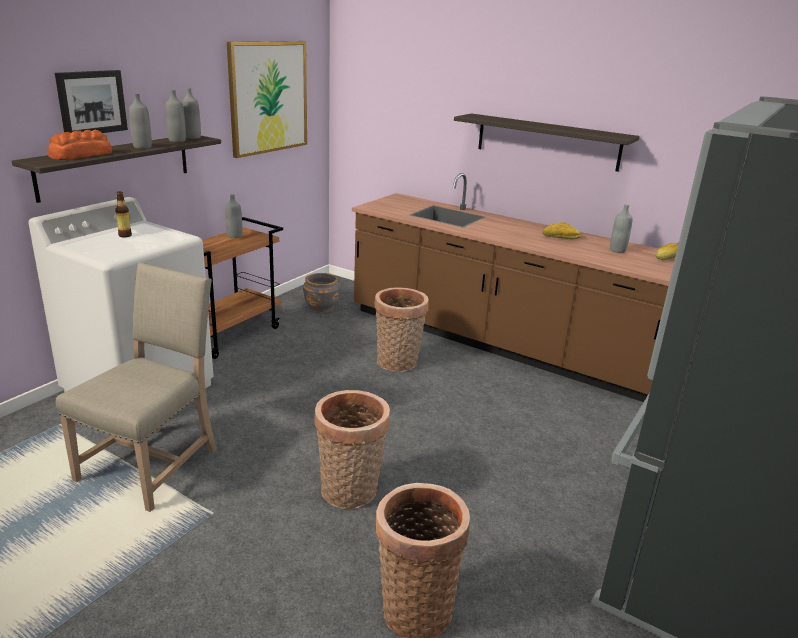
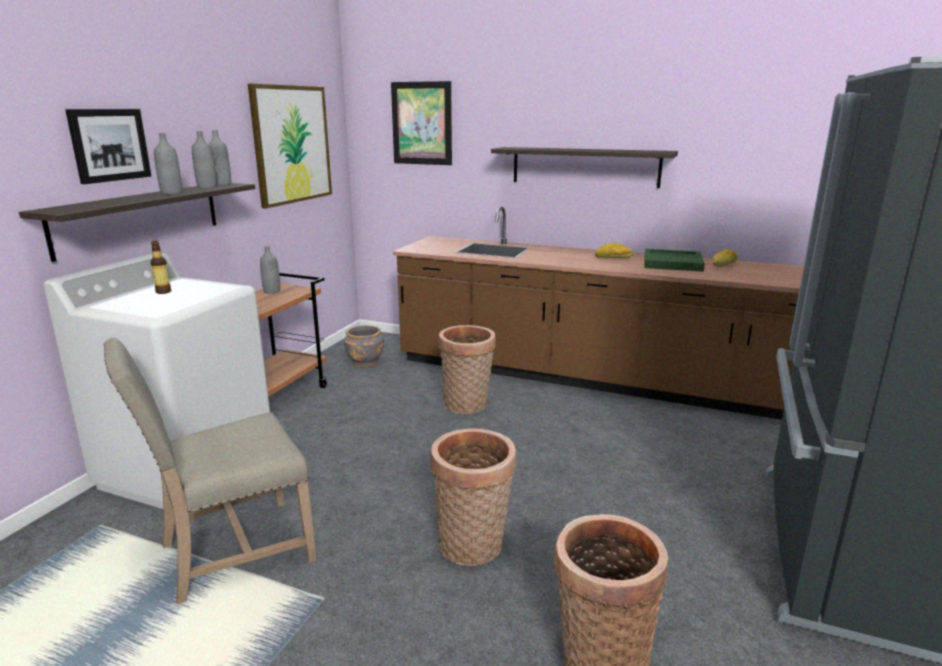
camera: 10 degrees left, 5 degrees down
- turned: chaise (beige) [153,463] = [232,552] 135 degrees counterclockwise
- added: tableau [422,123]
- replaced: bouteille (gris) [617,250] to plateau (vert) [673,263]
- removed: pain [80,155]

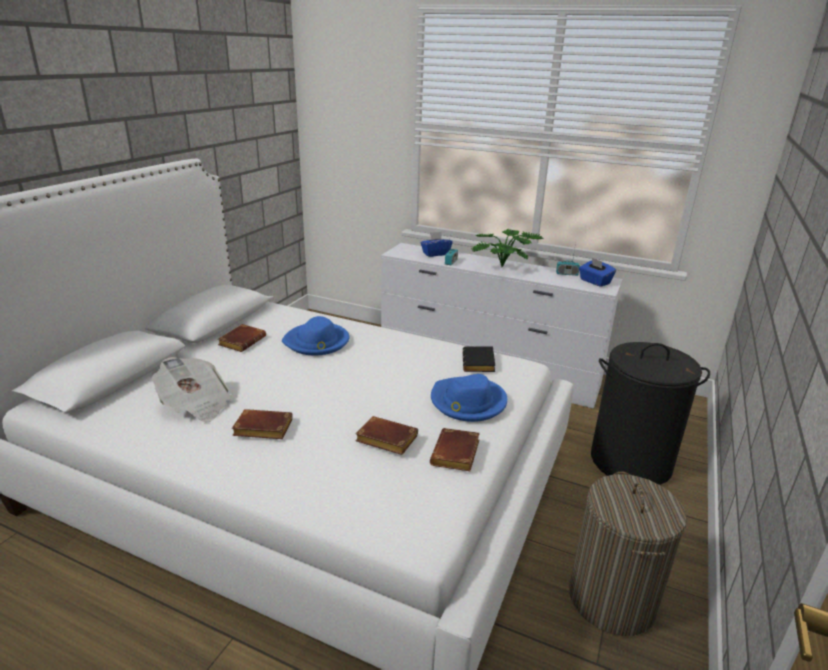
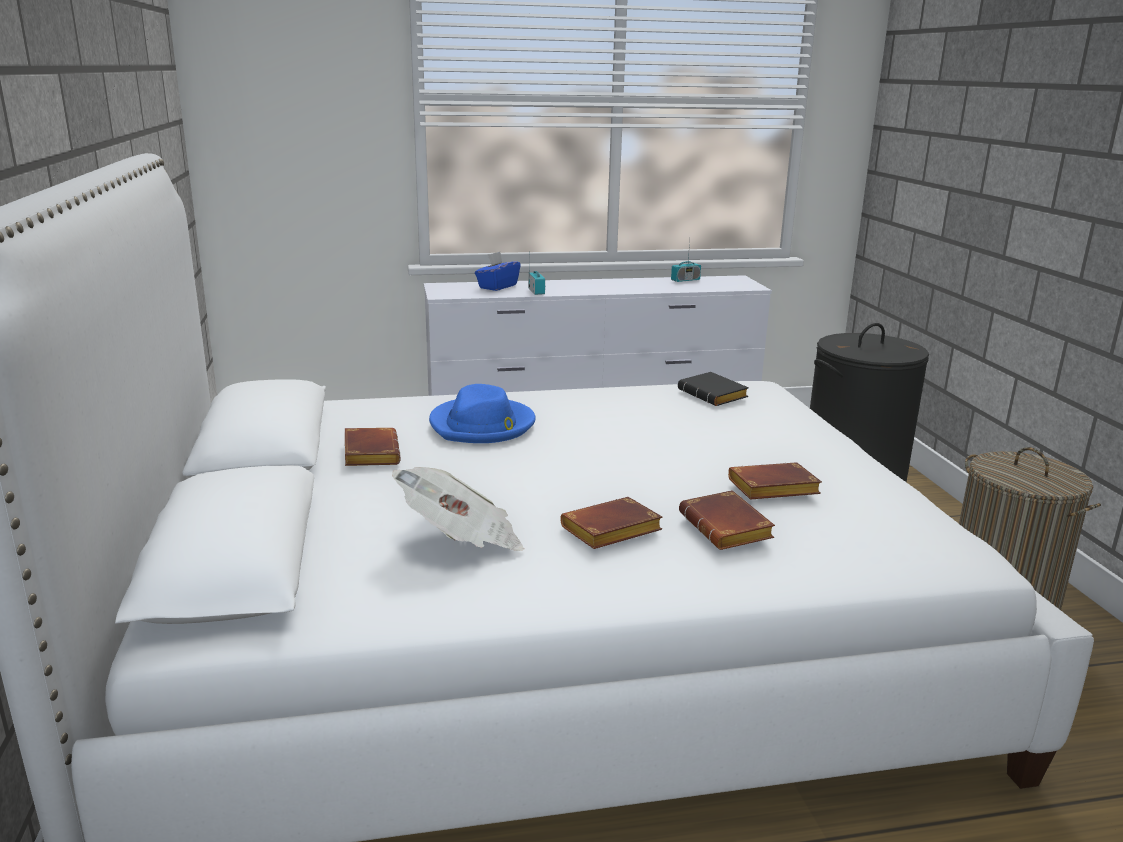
camera: 35 degrees left, 5 degrees down
- moved: livre (marron) [456,455] to [728,529]
- removed: chapeau (bleu) [467,402]
- removed: plante en pot [503,268]
- removed: boîte à mouchoirs (bleu) [594,282]

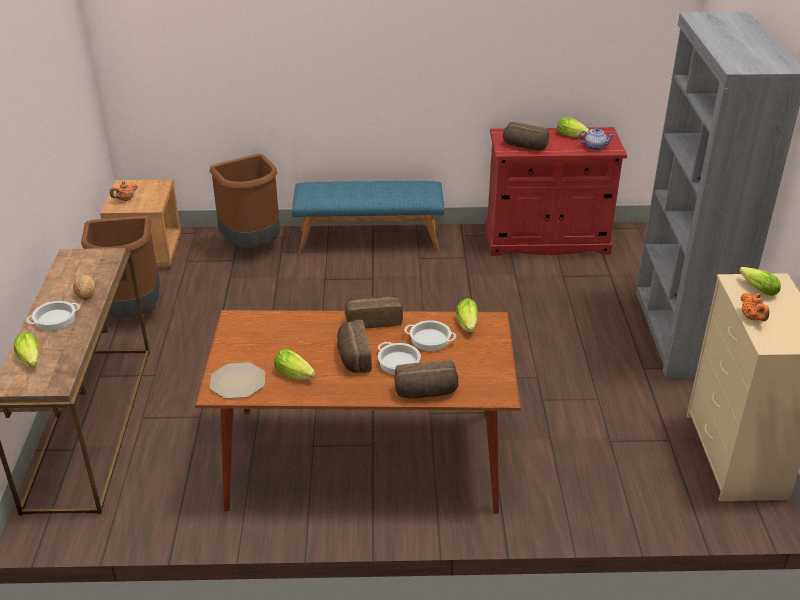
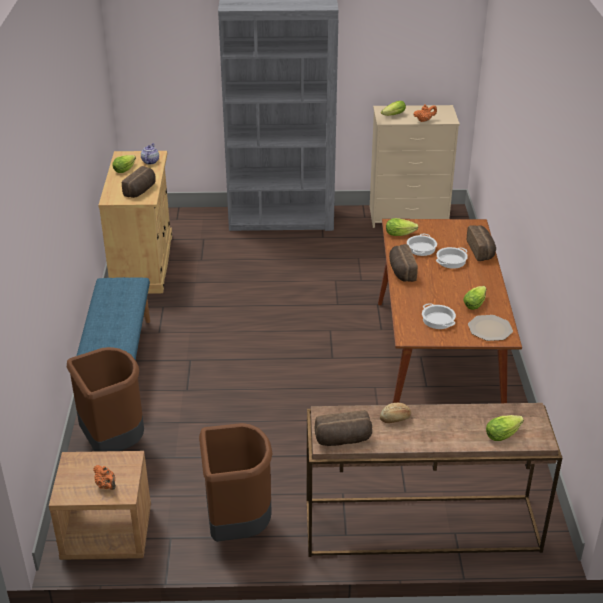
camera: 90 degrees left, 0 degrees up
- recoloured: meuble de rangement (rouge) [546,240] to meuble de rangement (beige) [143,263]
- moved: pain [353,357] to [343,440]
- moved: marmite [55,319] to [437,320]

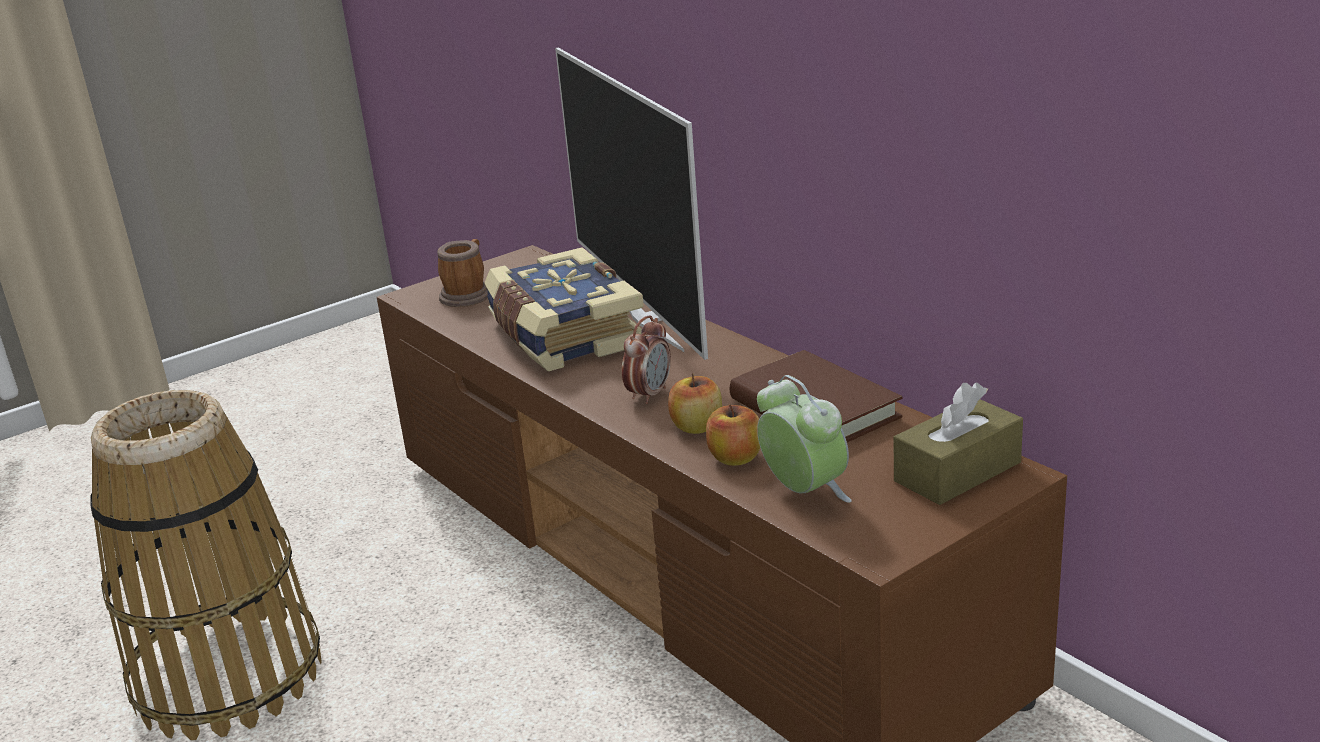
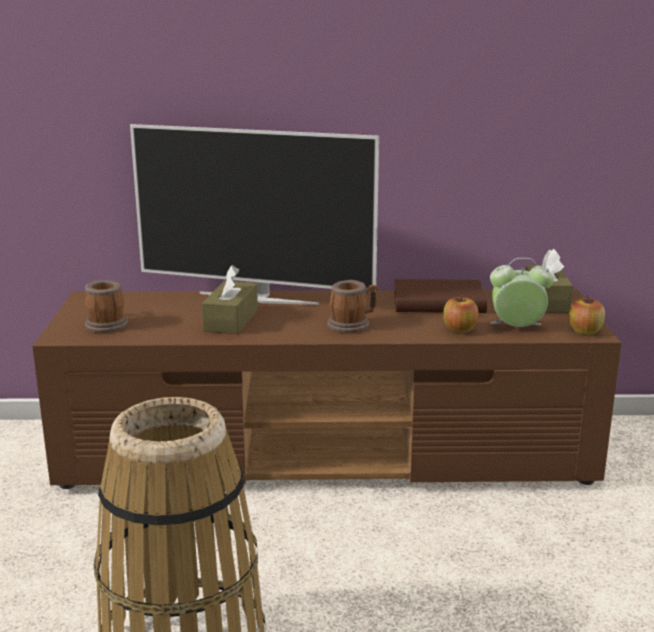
camera: 55 degrees left, 5 degrees down
- replaced: livre [562,336] to boîte à mouchoirs (marron) [231,320]
- replaced: réveil [649,394] to mug [352,324]
- moved: pomme [696,427] to [585,331]

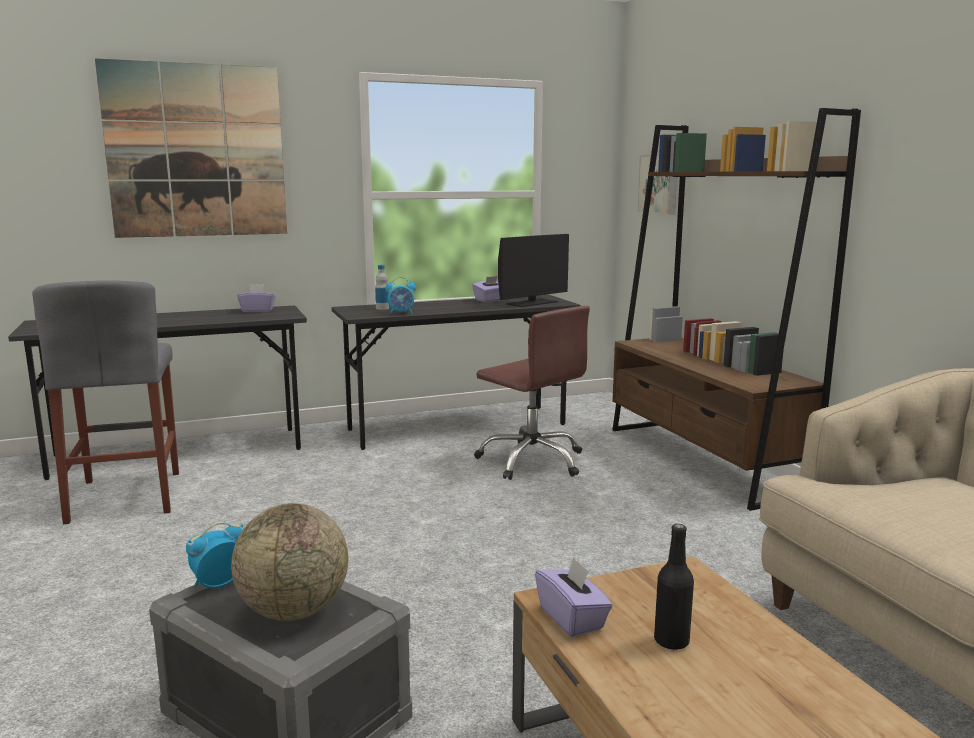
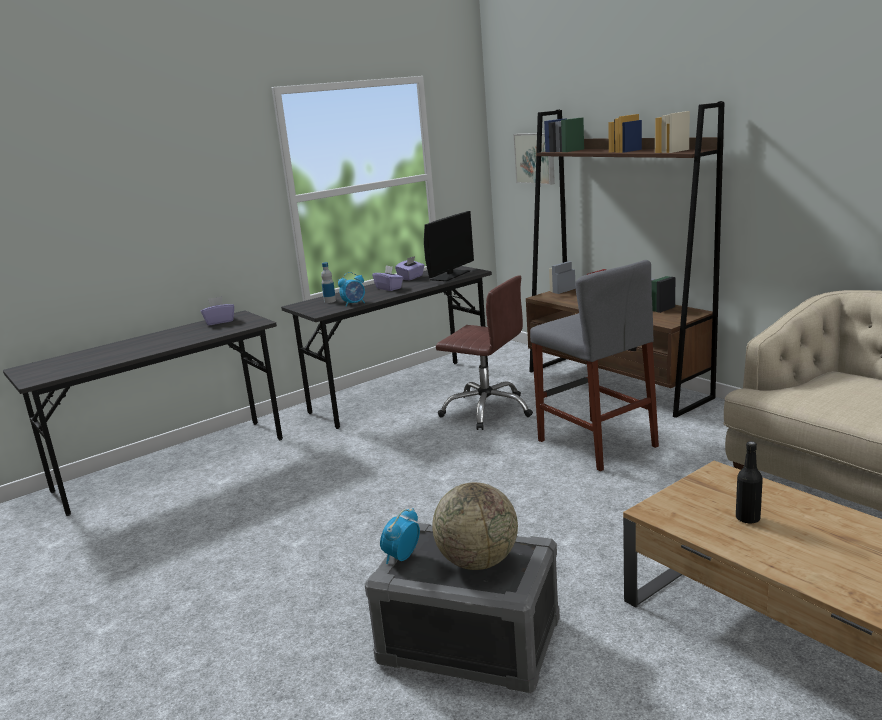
camera: 15 degrees left, 5 degrees up
- moved: boîte à mouchoirs (violet) [572,618] to [389,288]
- moved: tabouret (gris) [126,496] to [596,443]
- removed: tableau [197,151]

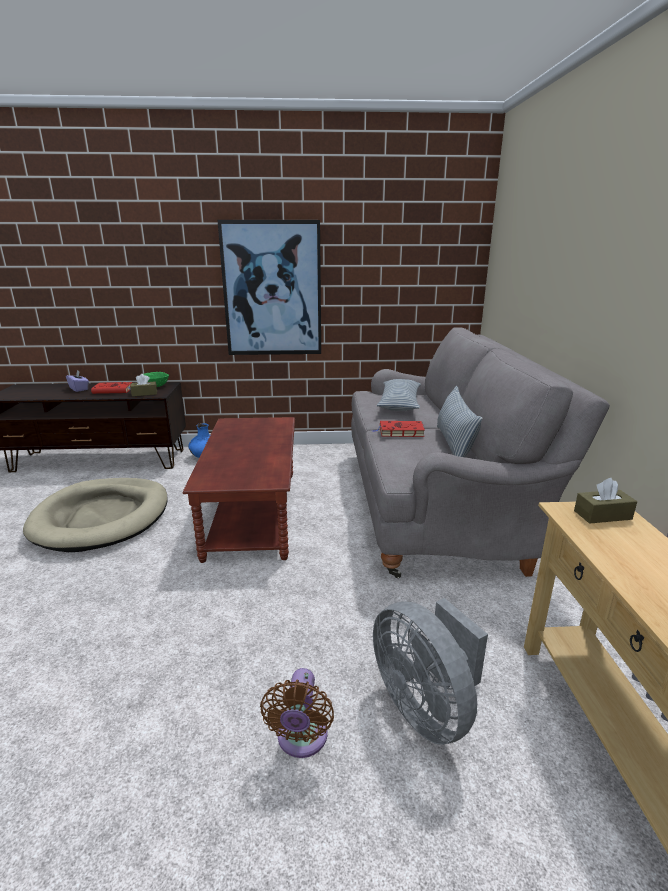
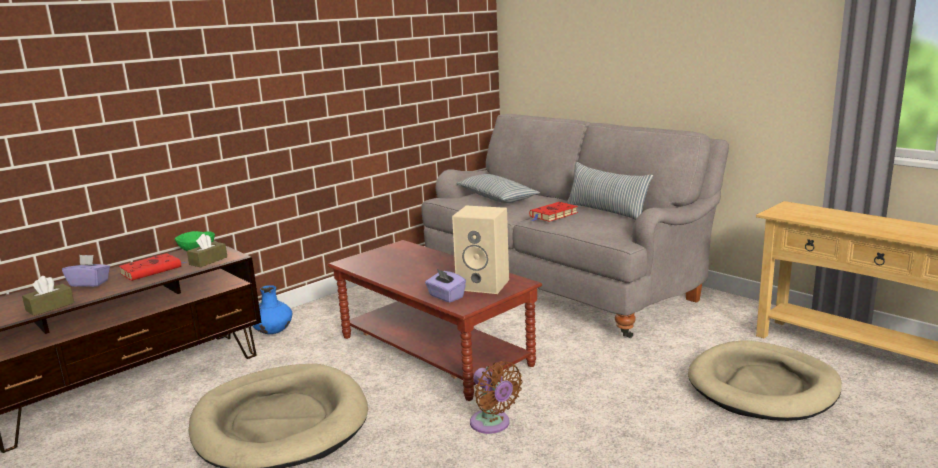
camera: 40 degrees left, 5 degrees down
- moved: boîte à mouchoirs (marron) [602,515] to [50,307]
- added: boîte à mouchoirs (violet) [446,297]
- added: enceinte (beige) [484,284]
- moved: ventilateur (marron) [301,739] to [492,424]
- replaced: ventilateur (gris) [425,706] to panier pour chien (beige) [763,386]
- removed: tableau [272,290]

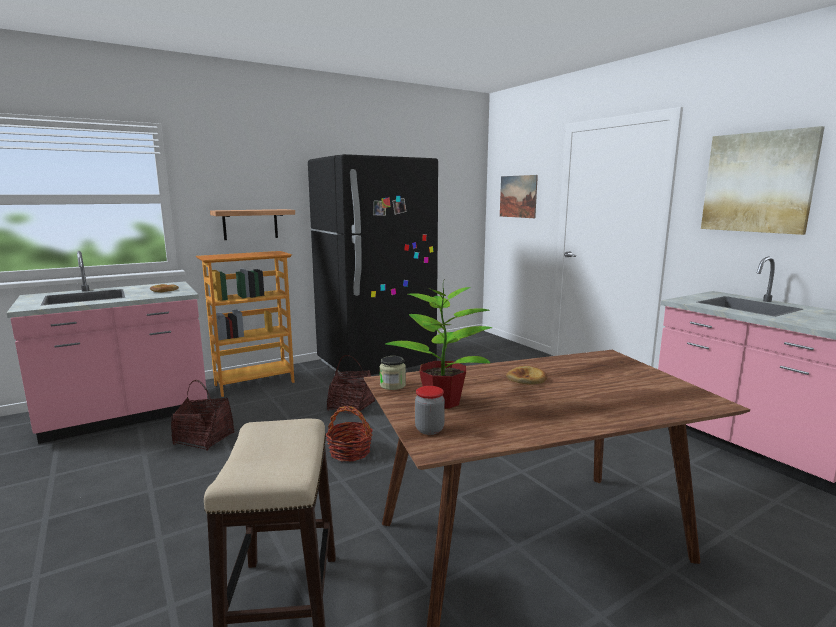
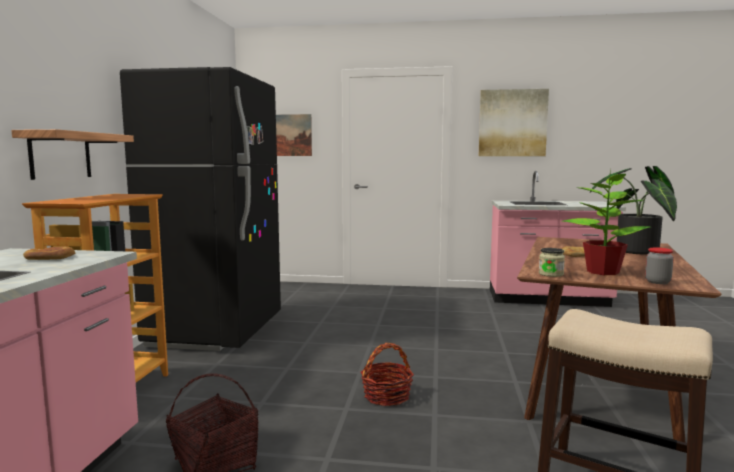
camera: 50 degrees left, 5 degrees down
- added: plante en pot [637,252]
- removed: panier [351,406]

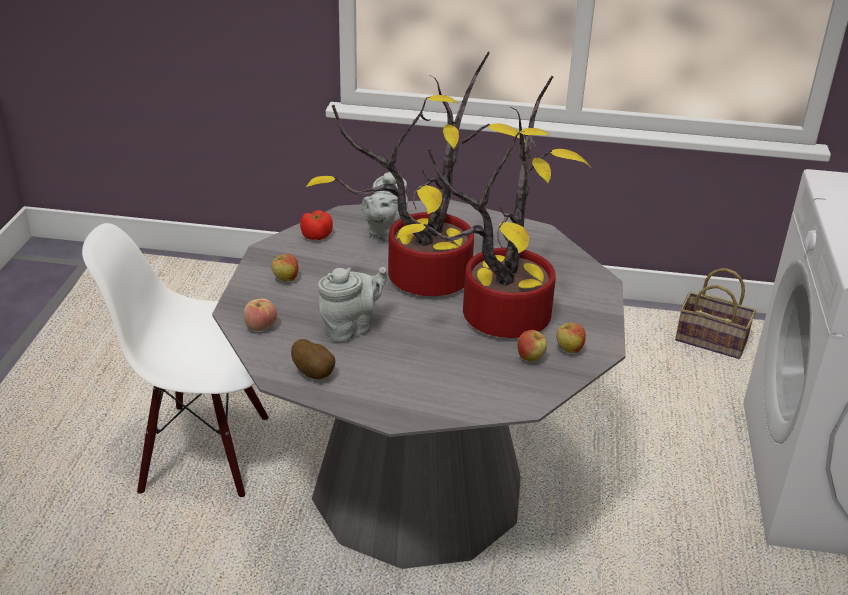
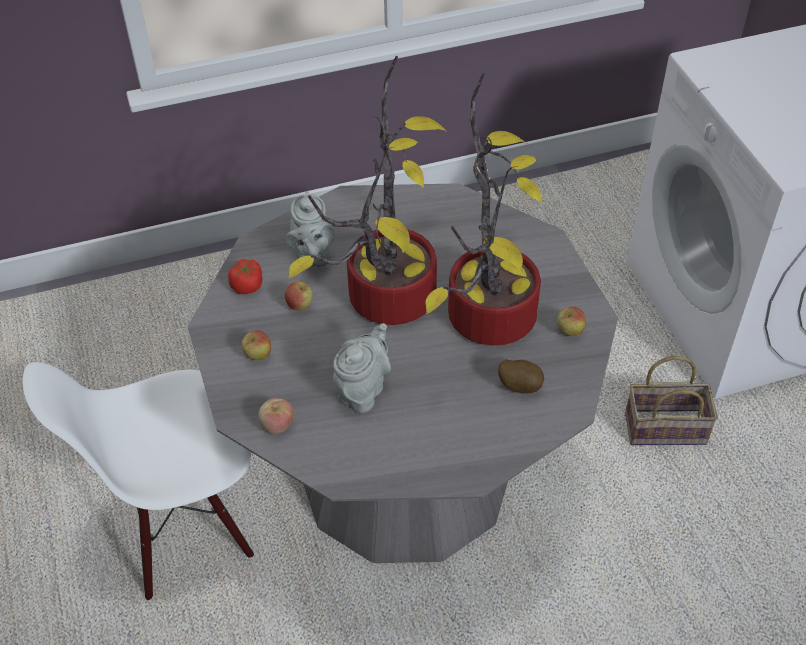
camera: 25 degrees left, 15 degrees up
- moved: pomme [530,358] to [300,306]
- moved: pomme de terre [315,373] to [520,386]
- moved: panier [713,341] to [667,427]

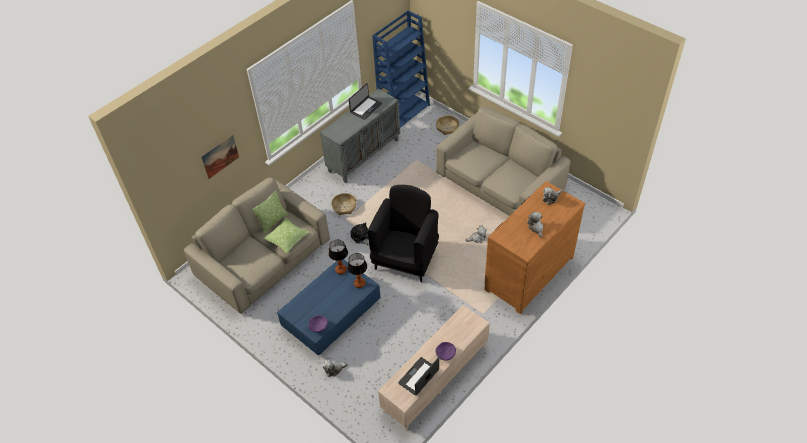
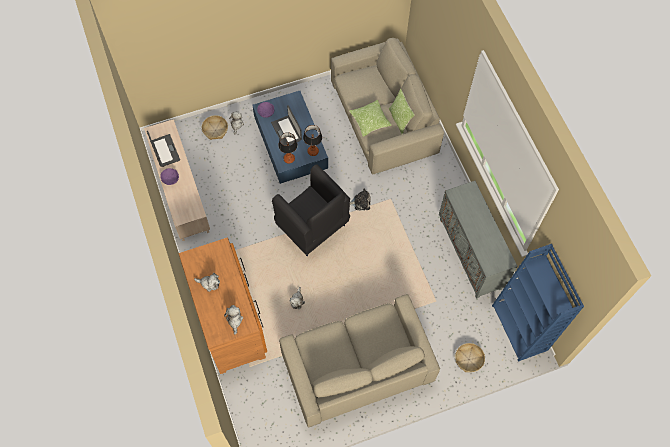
camera: 115 degrees right, 15 degrees up
- moved: panier [344,207] to [215,130]
- moved: ordinateur portable [365,108] to [286,131]
- removed: tableau [220,156]

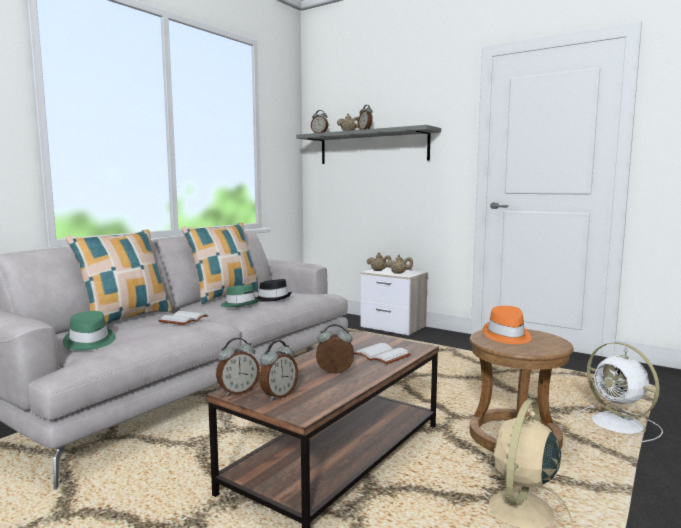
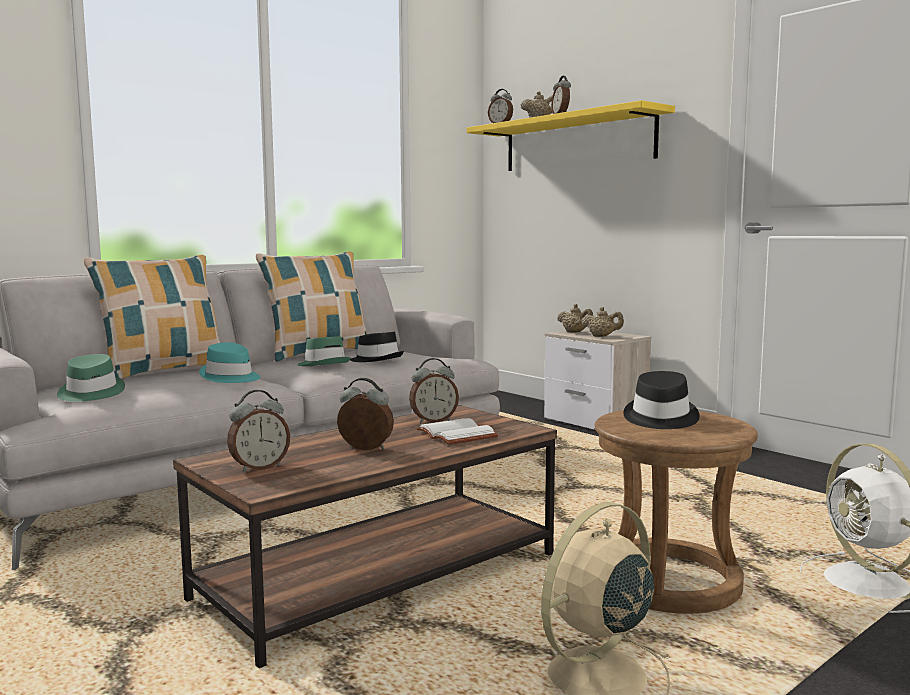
camera: 15 degrees right, 0 degrees up
- replaced: livre (blanc) [184,320] to chapeau (turquoise) [230,377]
- moved: réveil [238,392] to [433,421]
- recoloured: étagère (gris) [372,147] to étagère (jaune) [577,142]
- recoloured: chapeau (orange) [506,336] to chapeau (noir) [659,418]

